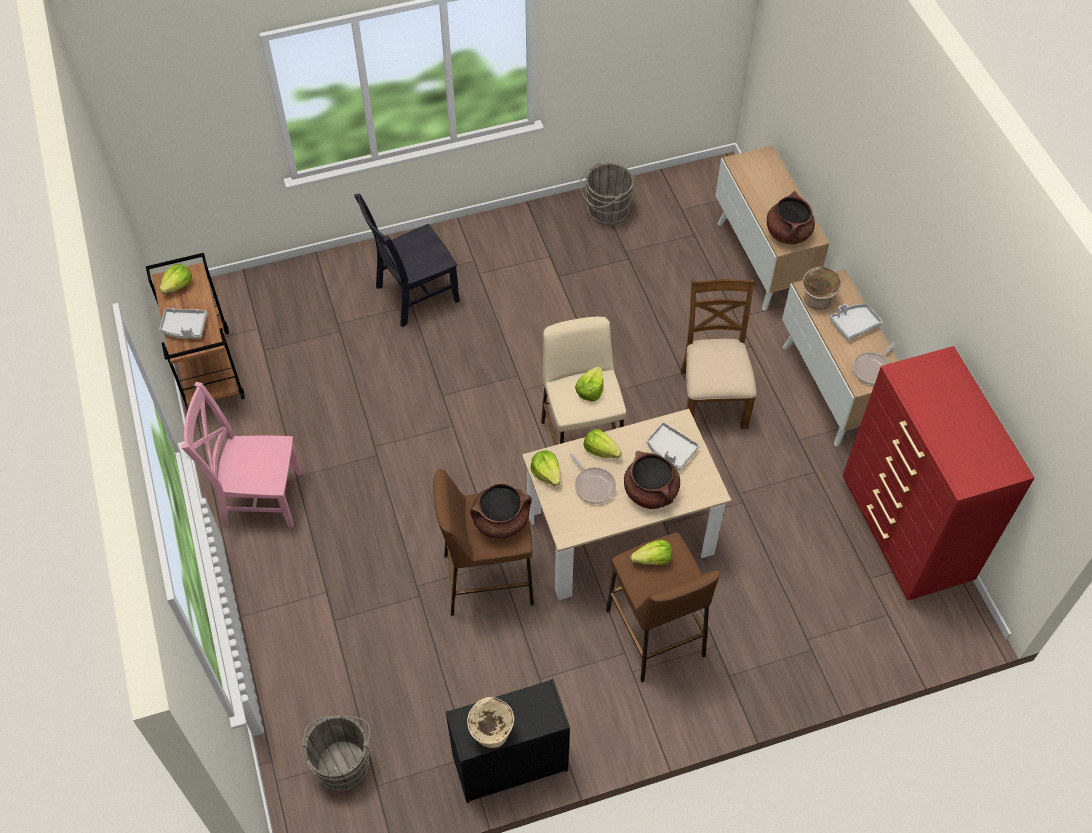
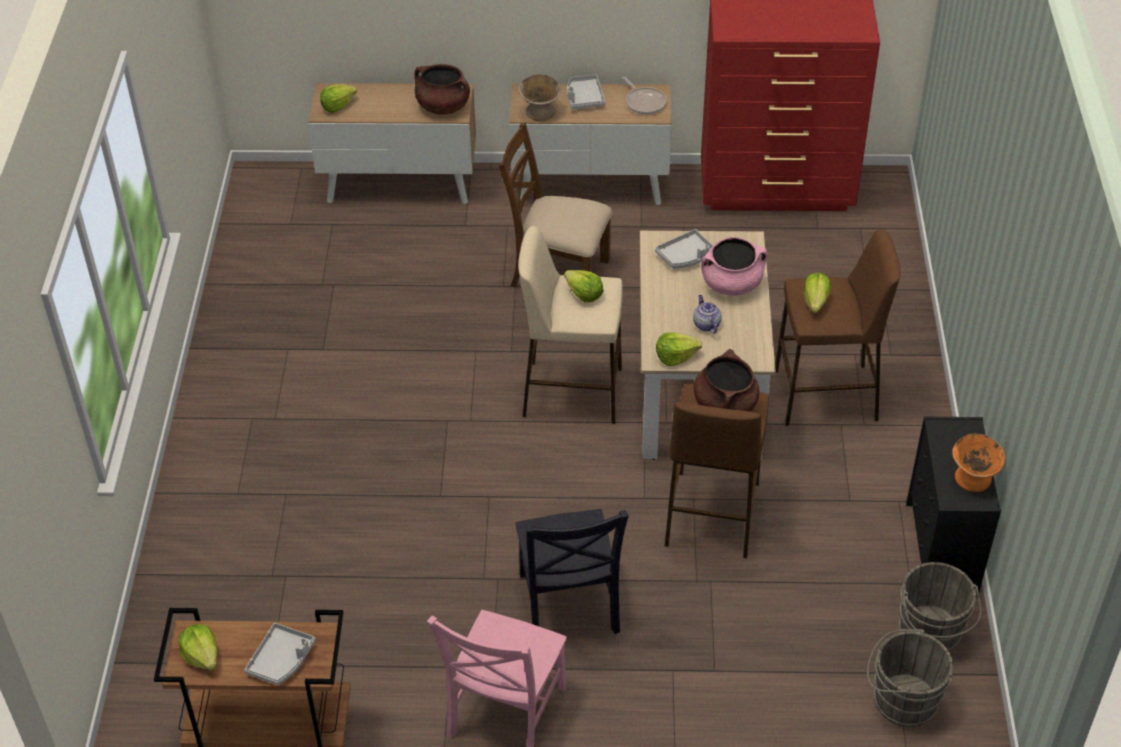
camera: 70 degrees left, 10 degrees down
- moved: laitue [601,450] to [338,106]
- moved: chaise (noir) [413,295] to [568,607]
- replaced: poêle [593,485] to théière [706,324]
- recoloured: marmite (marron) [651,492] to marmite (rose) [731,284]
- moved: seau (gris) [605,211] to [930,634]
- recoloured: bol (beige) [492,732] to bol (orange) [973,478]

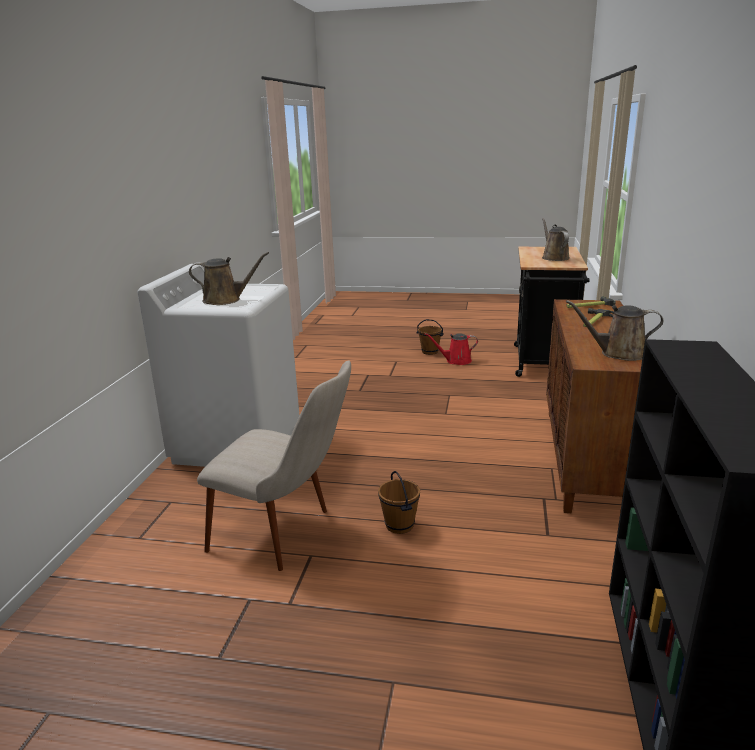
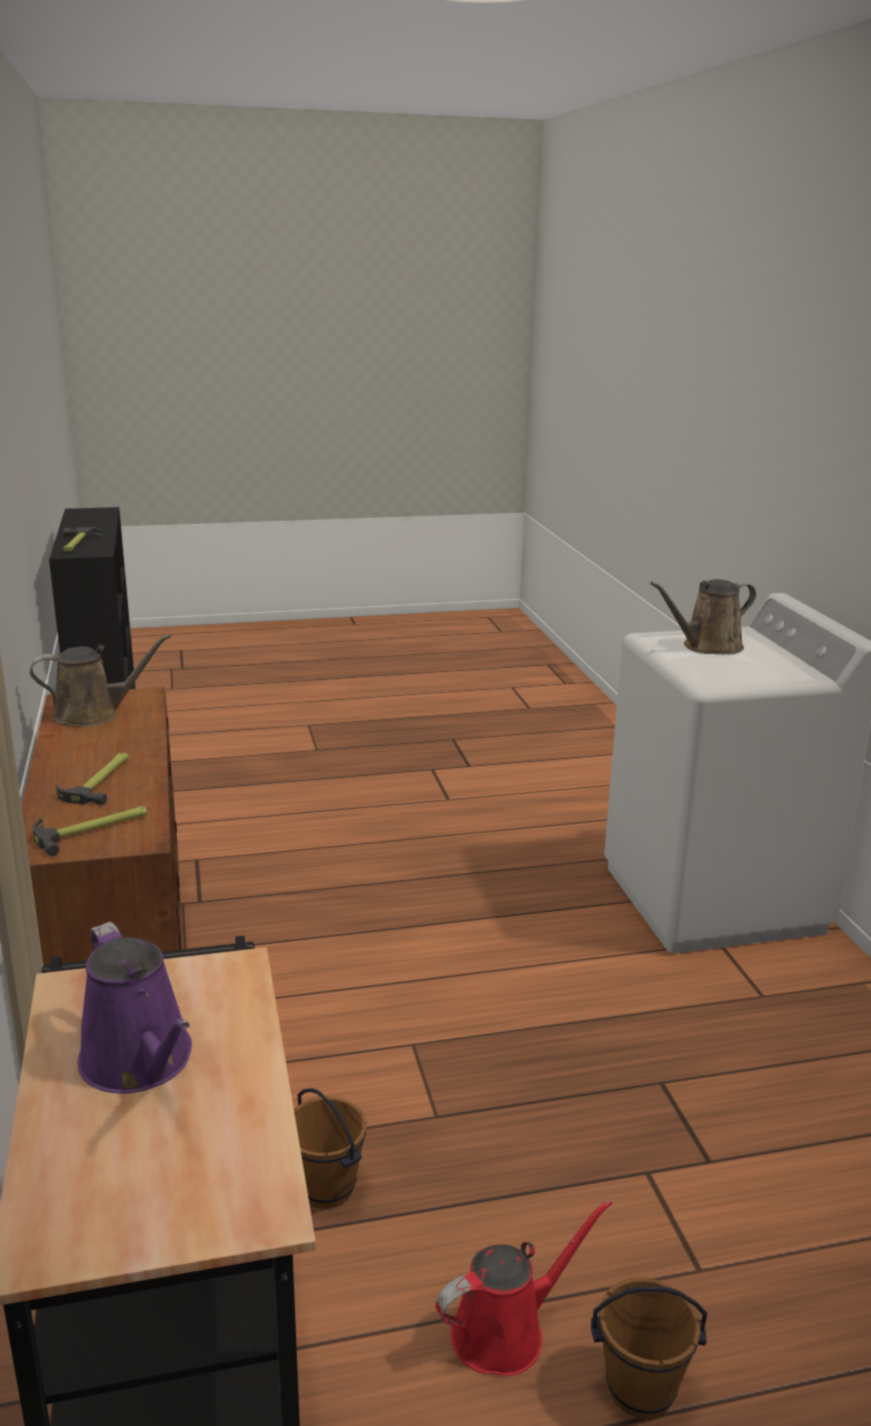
camera: 155 degrees right, 0 degrees up
- added: marteau [76,544]
- recoloured: arrosoir (marron) [554,257] to arrosoir (violet) [141,1063]
- moved: seau (marron) [399,525] to [327,1187]
- removed: chaise (beige) [287,534]

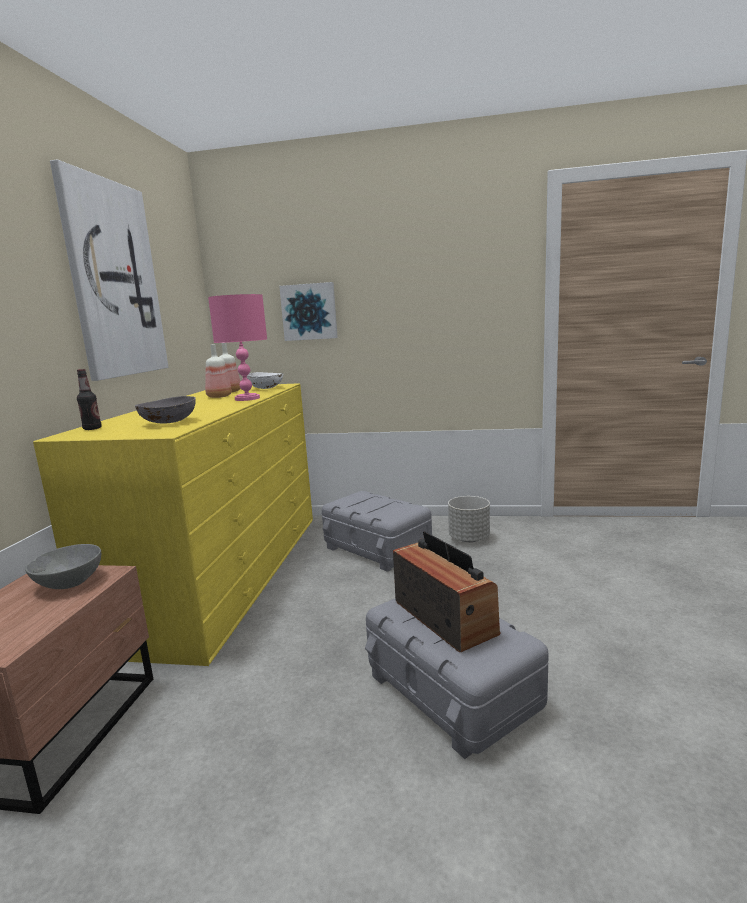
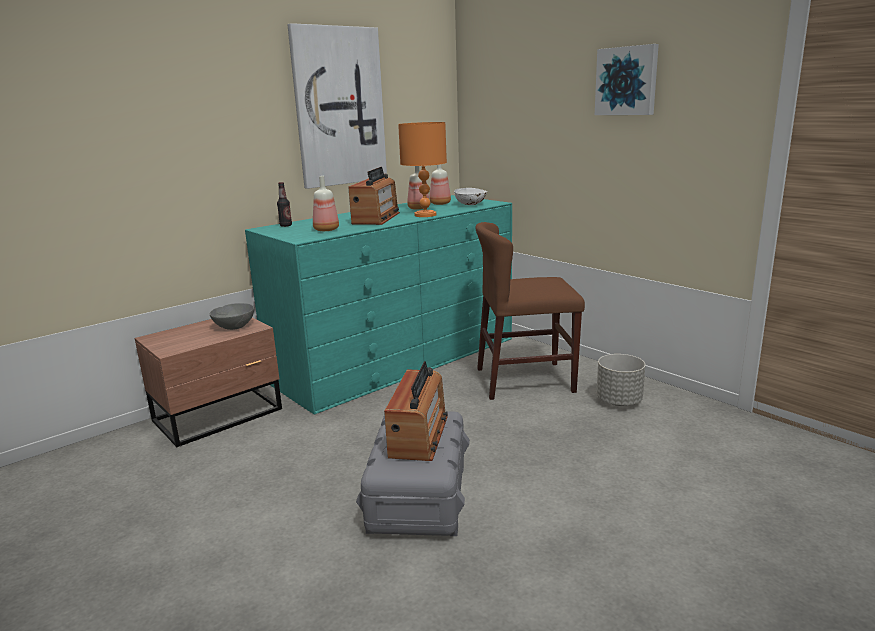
camera: 40 degrees right, 5 degrees up
- recoloured: commode (jaune) [225,573] to commode (turquoise) [397,359]
- replaced: bol (gris) [169,423] to bouteille [325,230]
- added: radio [376,218]
- recoloured: lampe de table (rose) [247,398] to lampe de table (orange) [426,215]
- replaced: boîte de rangement (gris) [376,548] to chaise (marron) [525,380]
- moved: tableau [309,312] to [627,81]

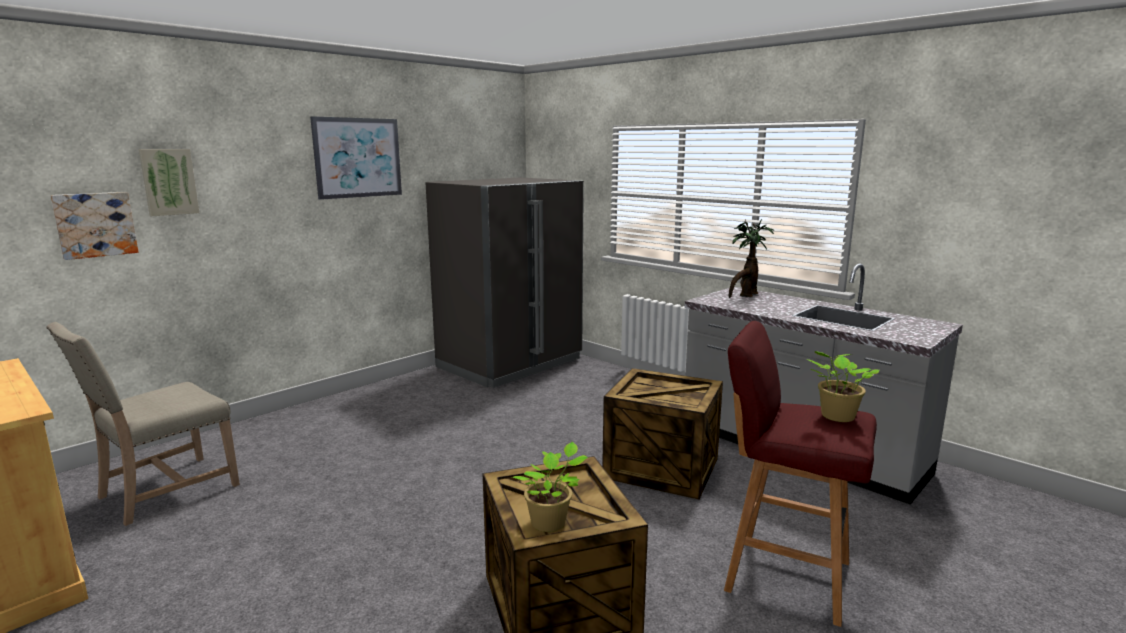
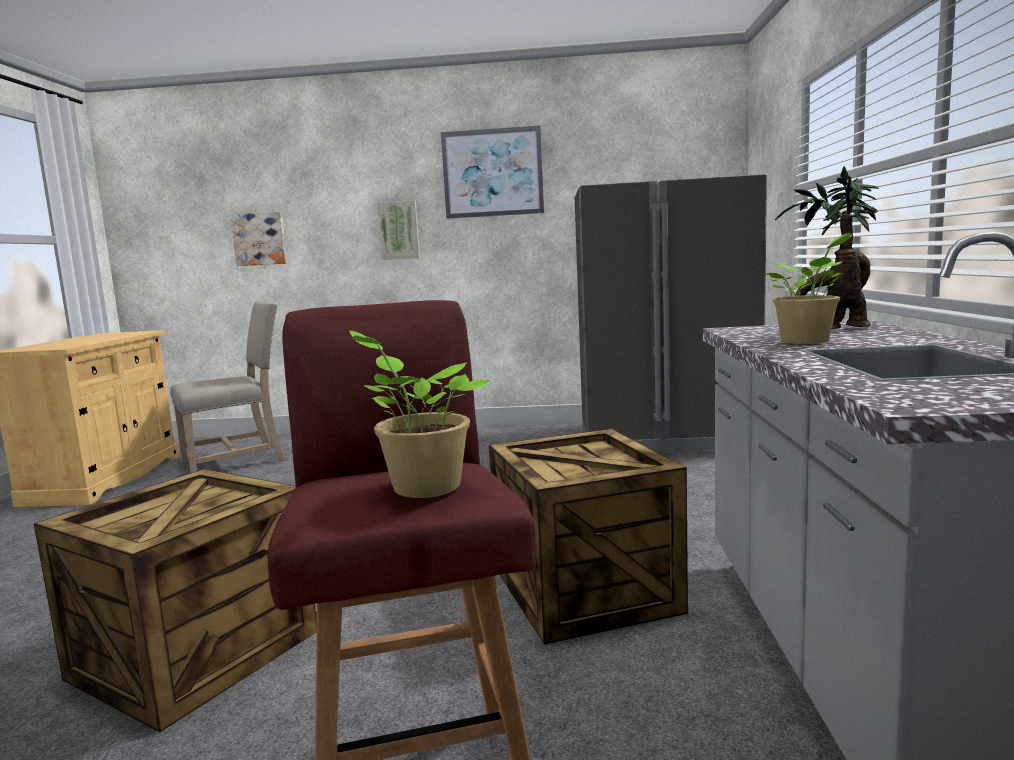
camera: 50 degrees right, 5 degrees down
- turned: chaise (beige) [164,491] = [237,461] 150 degrees clockwise
- moved: tableau [169,182] to [399,230]
- moved: plante en pot [551,523] to [808,341]

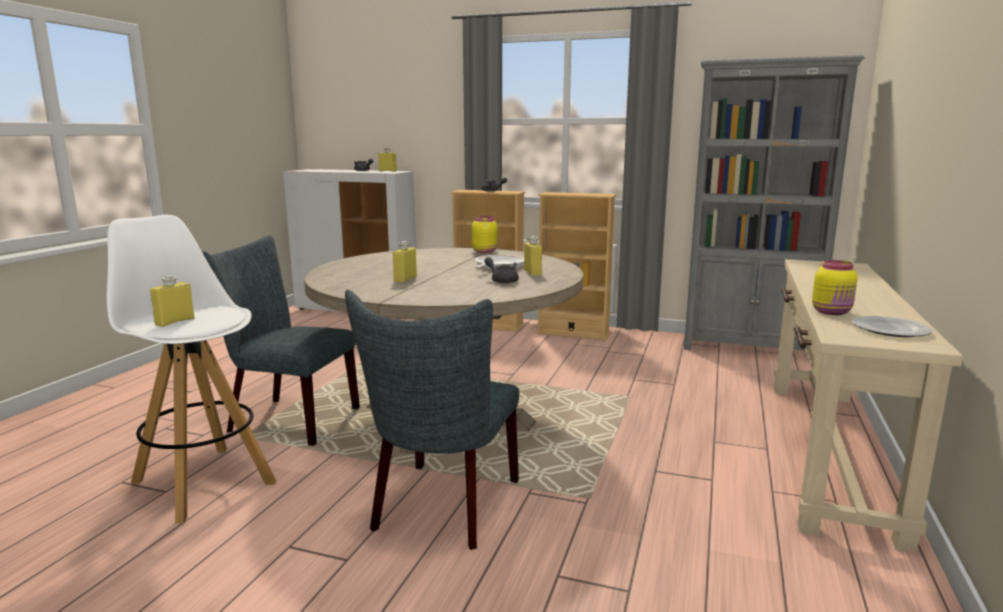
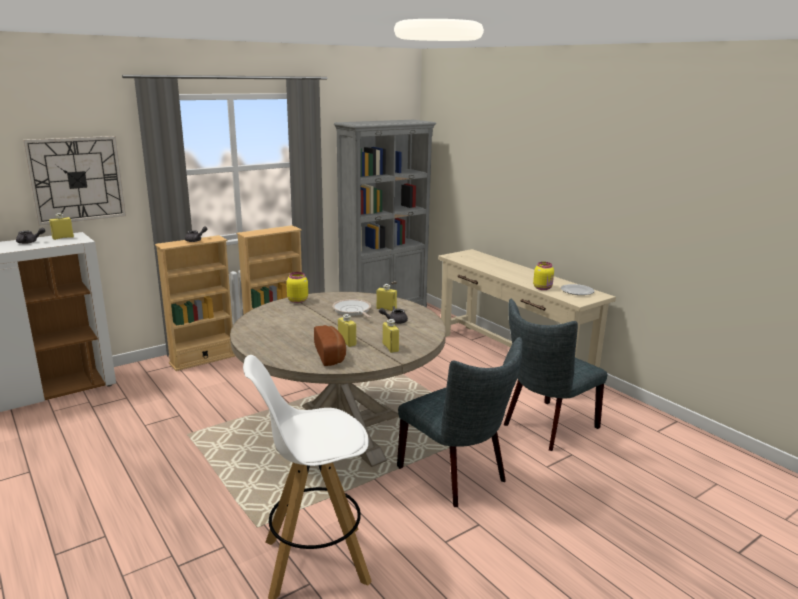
camera: 55 degrees left, 5 degrees up
- added: horloge murale [76,179]
- added: pain [331,355]
- moved: bouteille (jaune) [175,322] to [390,348]
- moved: chaise (gris) [286,419] to [546,427]

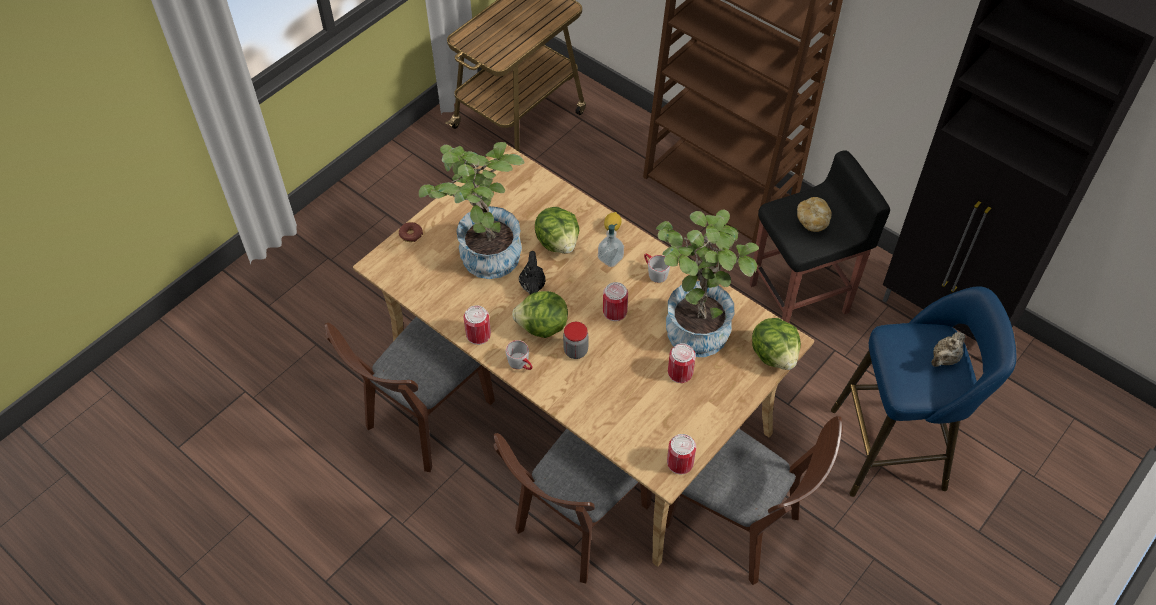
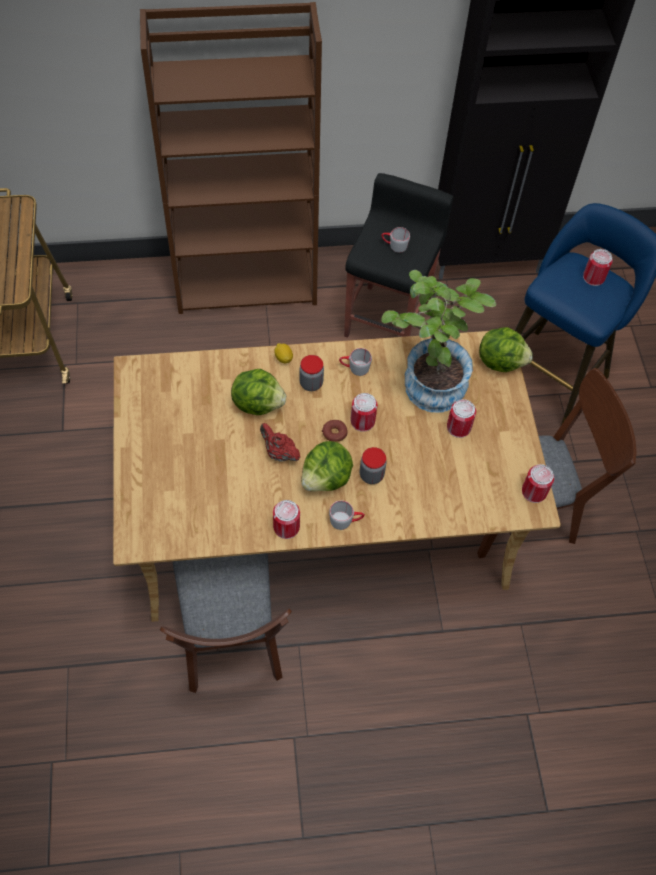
camera: 50 degrees left, 5 degrees up
- recoloured: théière (noir) [532,285] to théière (rouge) [279,453]
- replaced: distributeur de savon [610,258] to bocal [311,383]
- moved: beignet [411,235] to [334,433]
- replaced: pain [813,220] to mug (gris) [394,245]
- replaced: théière (beige) [944,359] to boîte métallique [593,277]
- removed: plante en pot [483,251]
- removed: chaise (marron) [576,525]

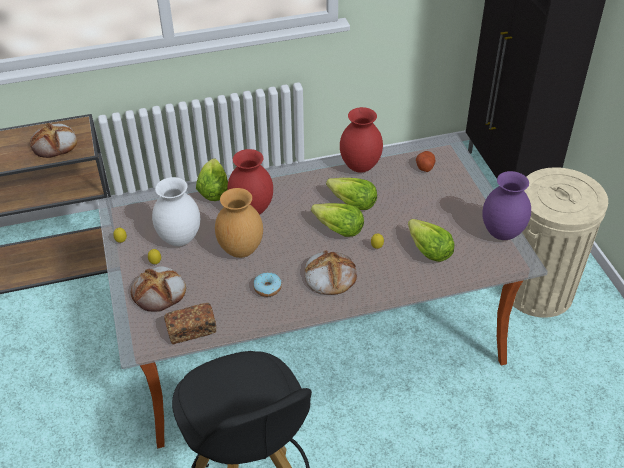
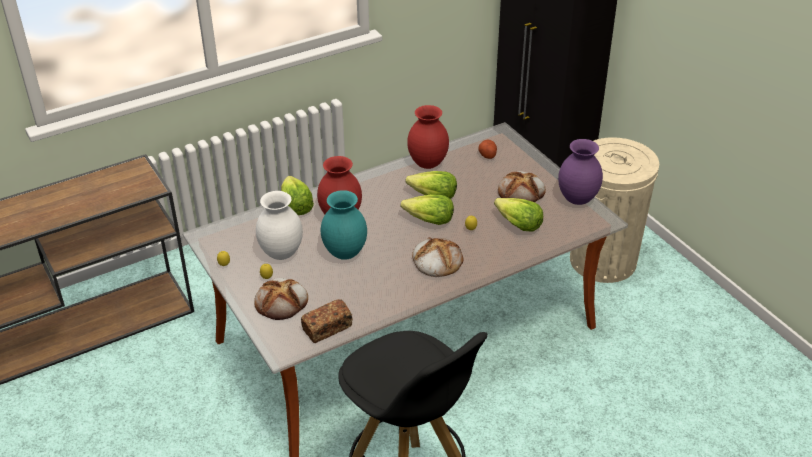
camera: 15 degrees left, 5 degrees down
- recoloured: vase (marron) [241,250] to vase (turquoise) [345,253]
- moved: pain [55,144] to [521,192]
- removed: beignet [267,288]

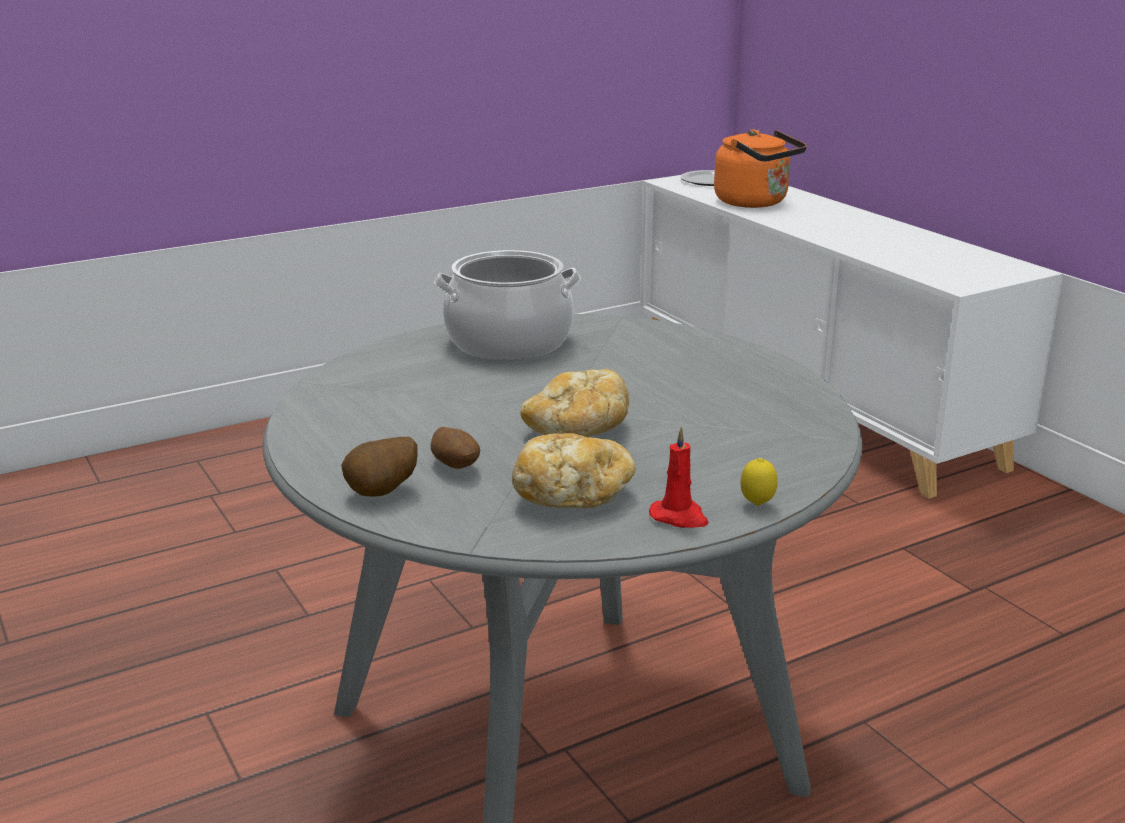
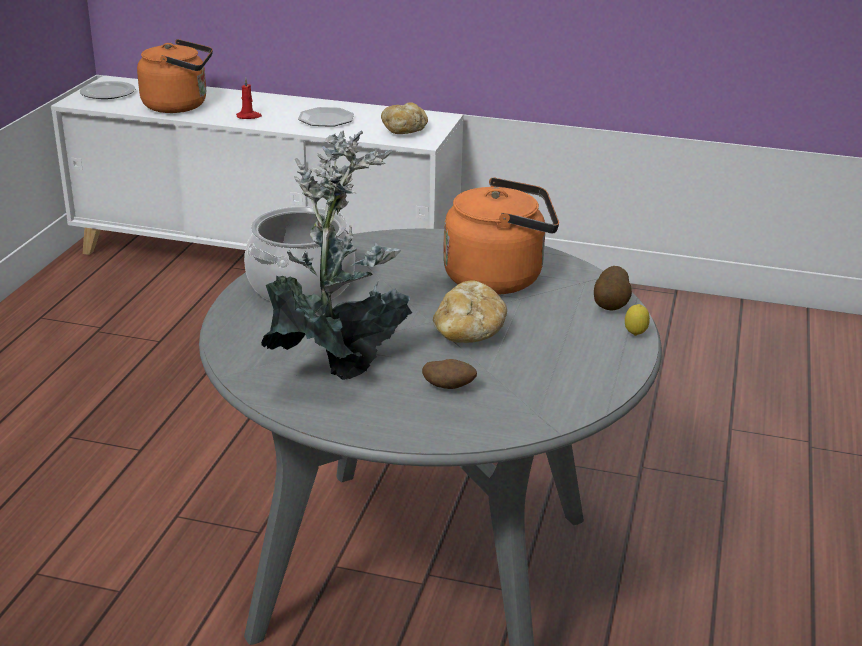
camera: 45 degrees left, 5 degrees up
- moved: bougie (rouge) [679,517] to [249,116]
- added: plante en pot [339,365]
- added: assiette [325,119]
- moved: pain [572,496] to [404,130]
- added: bouilloire (orange) [499,278]
- moved: pomme de terre [383,494] to [611,306]

